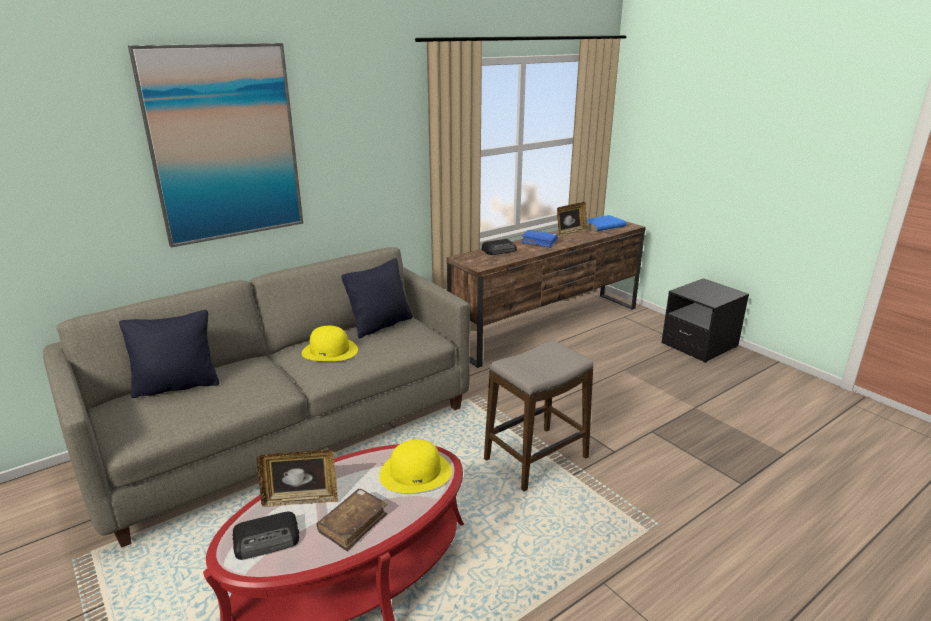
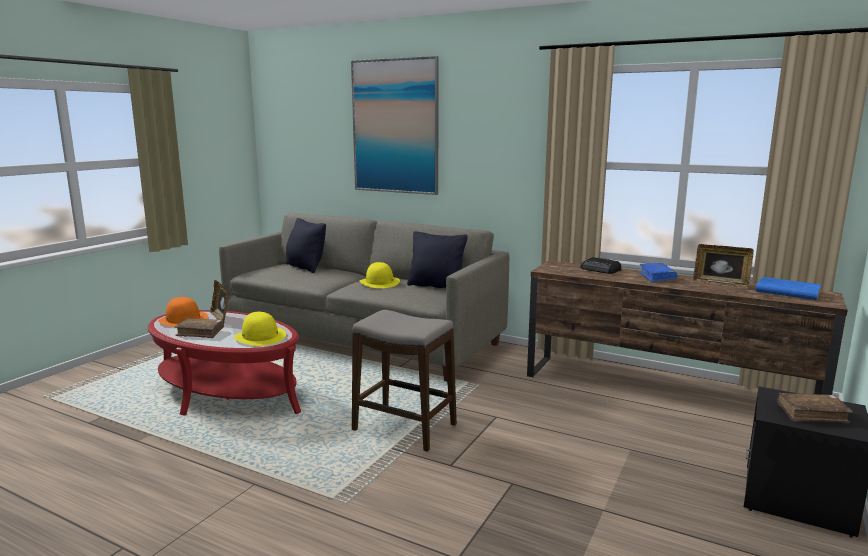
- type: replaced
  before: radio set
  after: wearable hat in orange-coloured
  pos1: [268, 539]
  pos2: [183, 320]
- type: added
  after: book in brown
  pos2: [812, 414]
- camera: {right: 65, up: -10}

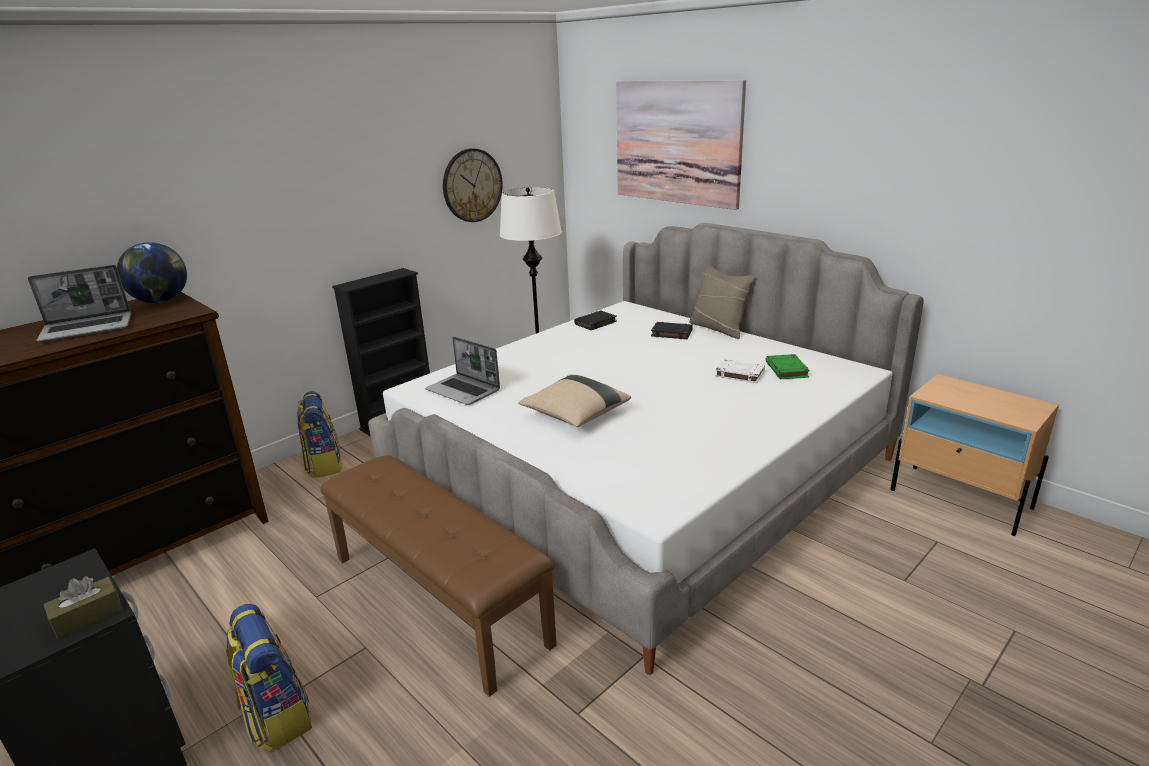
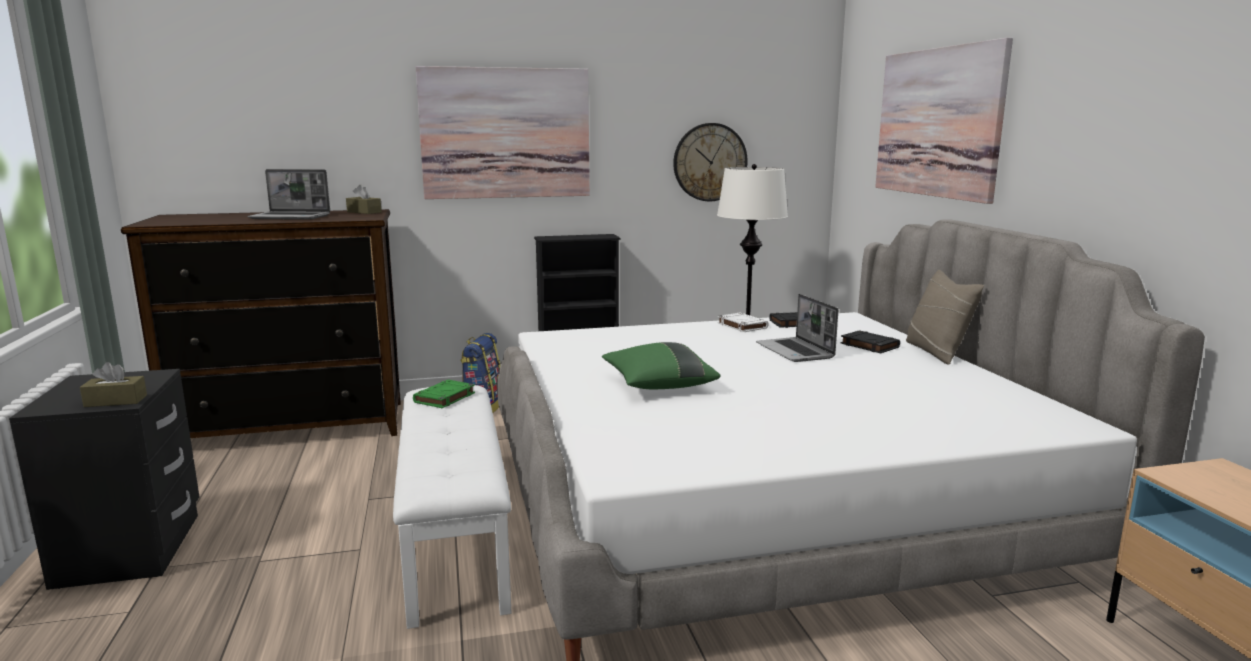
- type: replaced
  before: globe
  after: tissue box in brown
  pos1: [161, 301]
  pos2: [364, 212]
- type: removed
  before: knapsack
  pos1: [276, 716]
- type: recoloured
  before: bench in brown
  after: bench in white-coloured
  pos1: [439, 598]
  pos2: [456, 536]
- type: moved
  before: notebook computer
  pos1: [464, 391]
  pos2: [796, 351]
- type: recoloured
  before: pillow in beige-coloured
  after: pillow in green
  pos1: [575, 415]
  pos2: [658, 384]
- type: moved
  before: book in white-coloured
  pos1: [739, 374]
  pos2: [741, 326]
- type: moved
  before: book in green
  pos1: [787, 370]
  pos2: [444, 398]
- type: added
  after: wall art
  pos2: [506, 133]
- camera: {right: 30, up: -10}

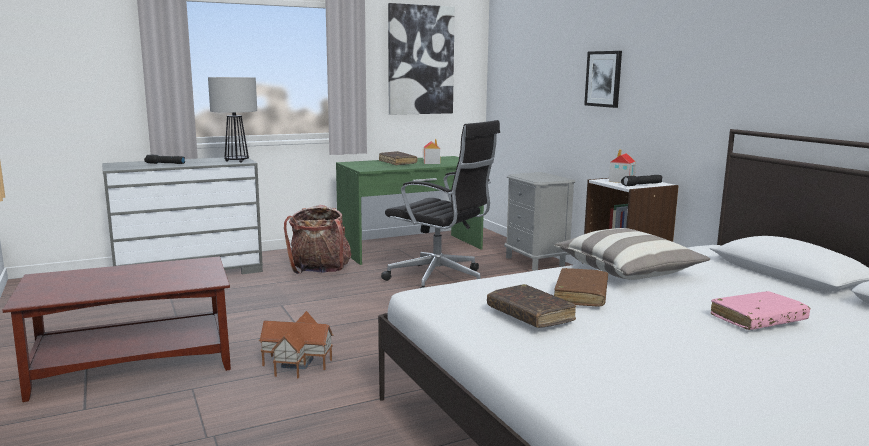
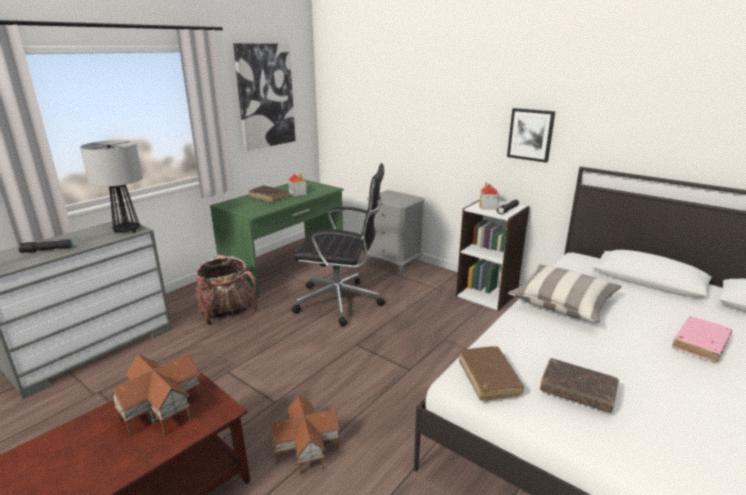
- type: moved
  before: book in brown
  pos1: [581, 295]
  pos2: [489, 378]
- type: moved
  before: wall art
  pos1: [604, 79]
  pos2: [530, 134]
- type: added
  after: model house
  pos2: [163, 409]
- camera: {right: -25, up: 10}

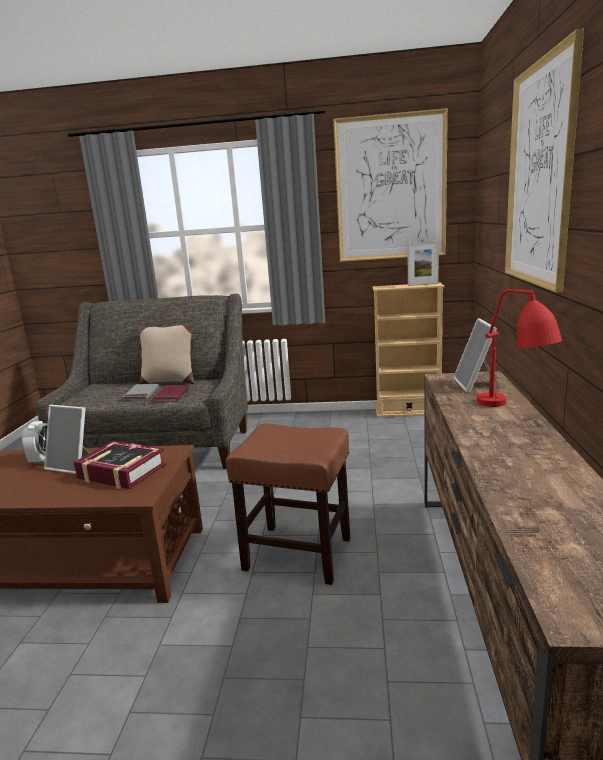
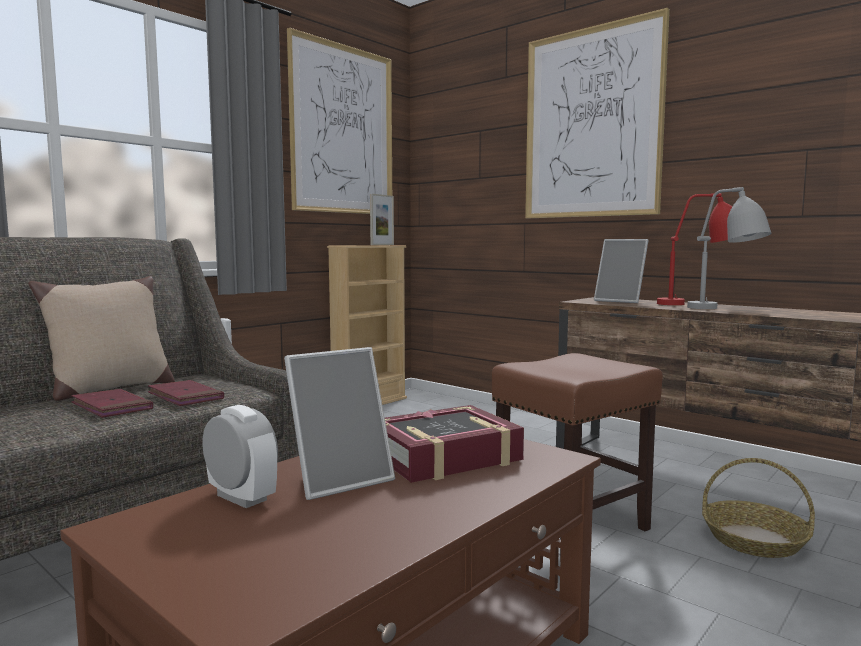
- type: recoloured
  before: book in gray
  after: book in red-coloured
  pos1: [141, 394]
  pos2: [112, 407]
- type: added
  after: lamp for a table in gray
  pos2: [725, 311]
- type: added
  after: basket
  pos2: [755, 540]
- camera: {right: -55, up: -10}

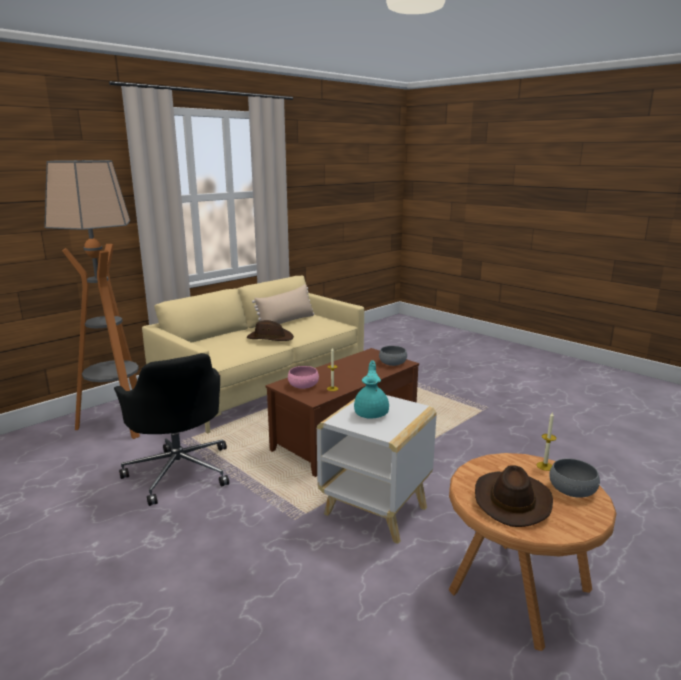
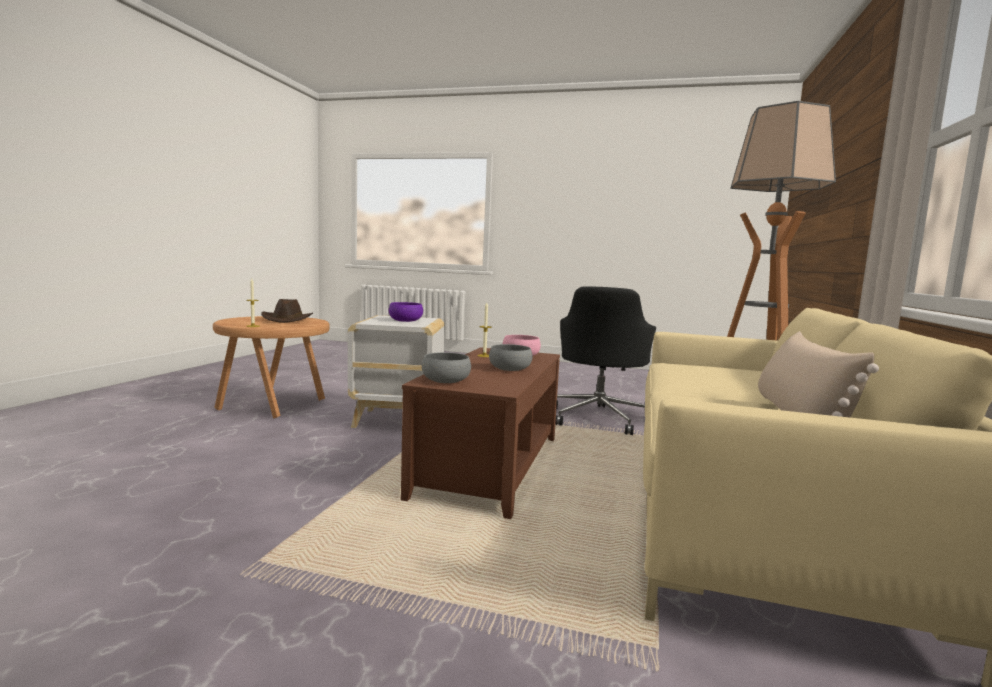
- type: turned
  before: desk chair in black-coloured
  pos1: [179, 471]
  pos2: [599, 417]
  turn: -105
- type: removed
  before: wearable hat in brown
  pos1: [270, 338]
- type: replaced
  before: pot for tea in blue-green
  after: deep dish in purplish
  pos1: [372, 413]
  pos2: [405, 320]
- type: moved
  before: deep dish in gray
  pos1: [572, 489]
  pos2: [510, 368]
- camera: {right: 150, up: -10}

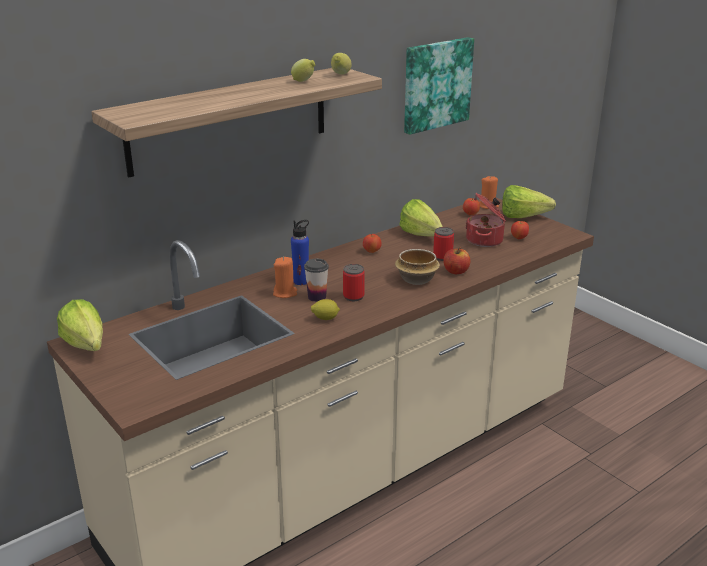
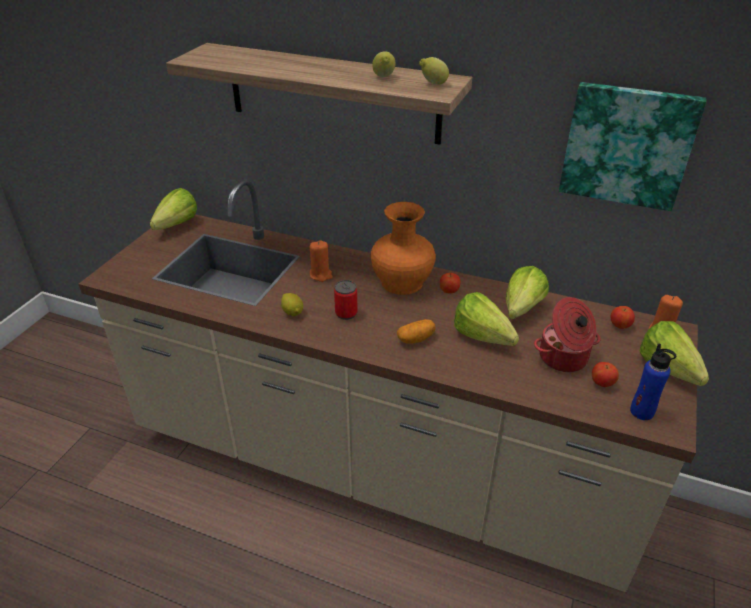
- type: moved
  before: bottle in bluish
  pos1: [301, 281]
  pos2: [642, 412]
- type: removed
  before: cup
  pos1: [317, 297]
- type: replaced
  before: deep dish
  after: spud
  pos1: [415, 279]
  pos2: [416, 339]
- type: replaced
  before: metal can
  after: head of lettuce
  pos1: [442, 257]
  pos2: [486, 340]
- type: removed
  before: whole apple
  pos1: [456, 271]
- type: added
  after: decorative vase in orange-coloured
  pos2: [403, 282]
- camera: {right: 60, up: 10}

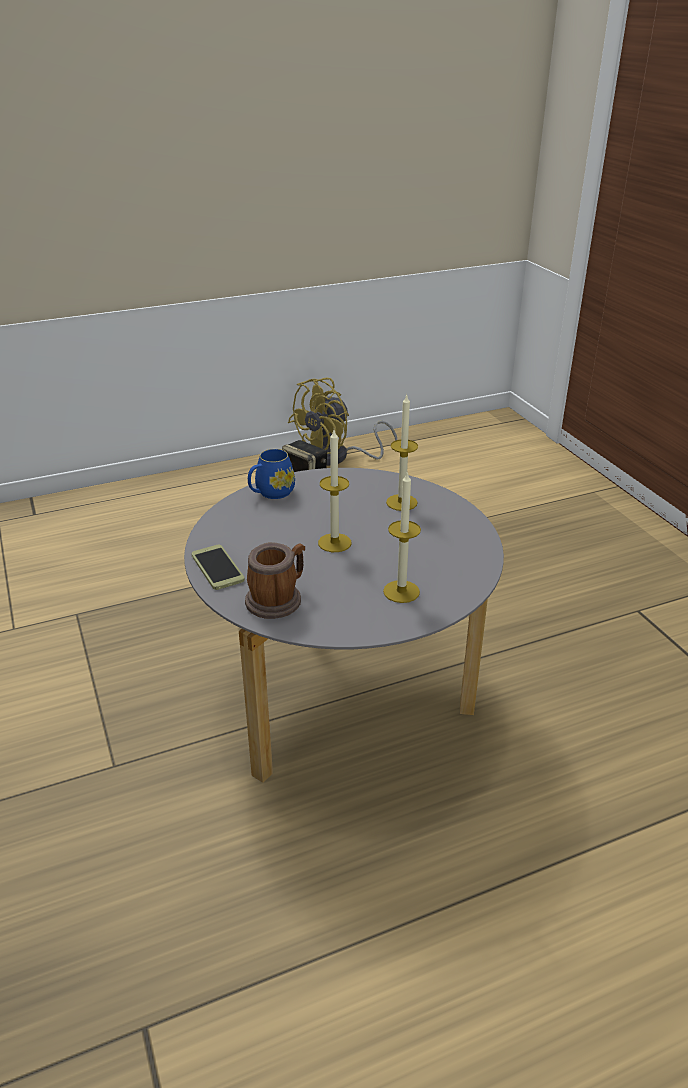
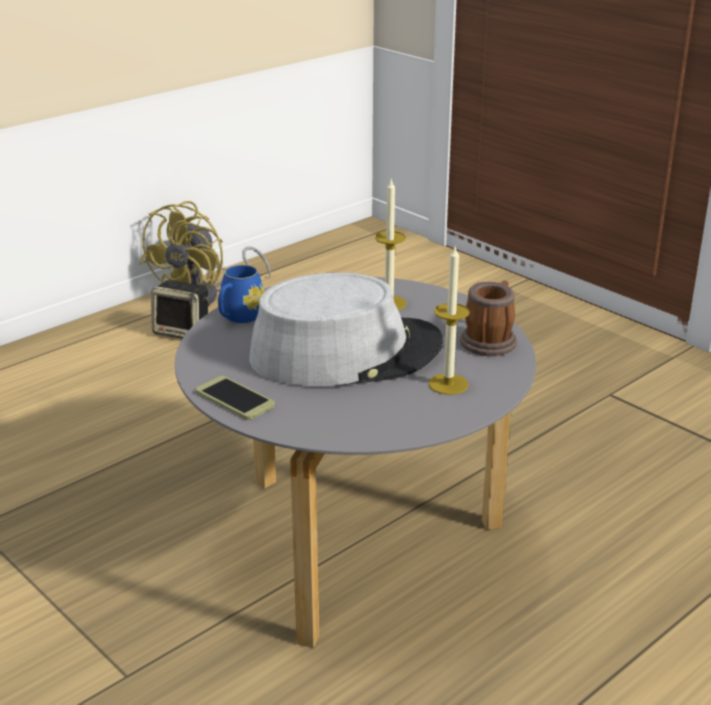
- type: moved
  before: coffee mug
  pos1: [278, 599]
  pos2: [490, 340]
- type: replaced
  before: wax candle
  after: wearable hat in gray
  pos1: [334, 543]
  pos2: [346, 352]
- camera: {right: -20, up: -5}

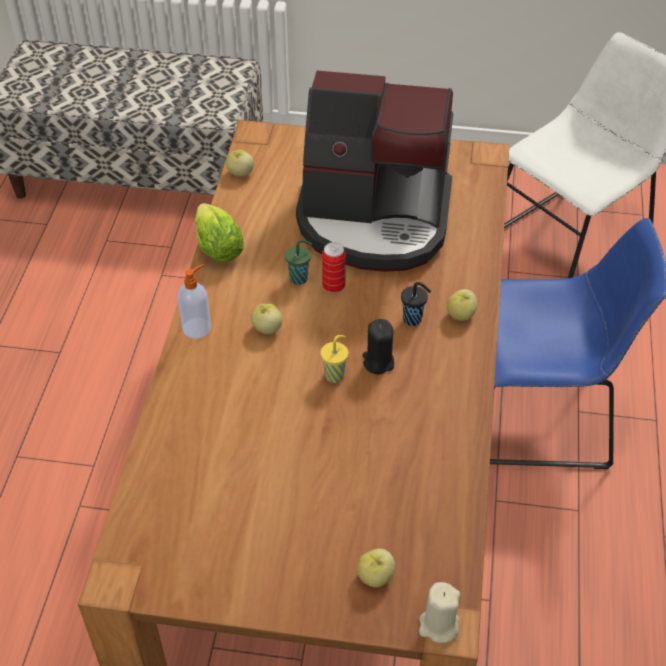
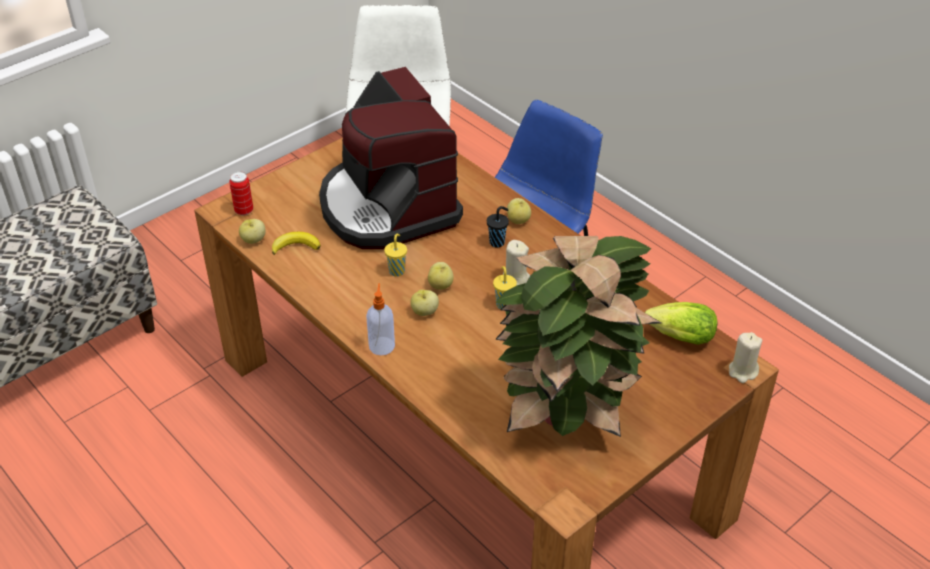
- type: moved
  before: head of lettuce
  pos1: [216, 246]
  pos2: [677, 337]
- type: recoloured
  before: cup in green
  after: cup in yellow
  pos1: [299, 278]
  pos2: [397, 270]
- type: turned
  before: coffee machine
  pos1: [374, 220]
  pos2: [387, 206]
  turn: 105
- type: moved
  before: metal can
  pos1: [333, 286]
  pos2: [244, 210]
- type: moved
  before: whole apple
  pos1: [375, 577]
  pos2: [441, 285]
- type: recoloured
  before: wax candle in black-coloured
  after: wax candle in beige-coloured
  pos1: [378, 362]
  pos2: [515, 278]
- type: added
  after: whole banana
  pos2: [296, 246]
- type: added
  after: houseplant
  pos2: [567, 414]
- camera: {right: -50, up: -5}

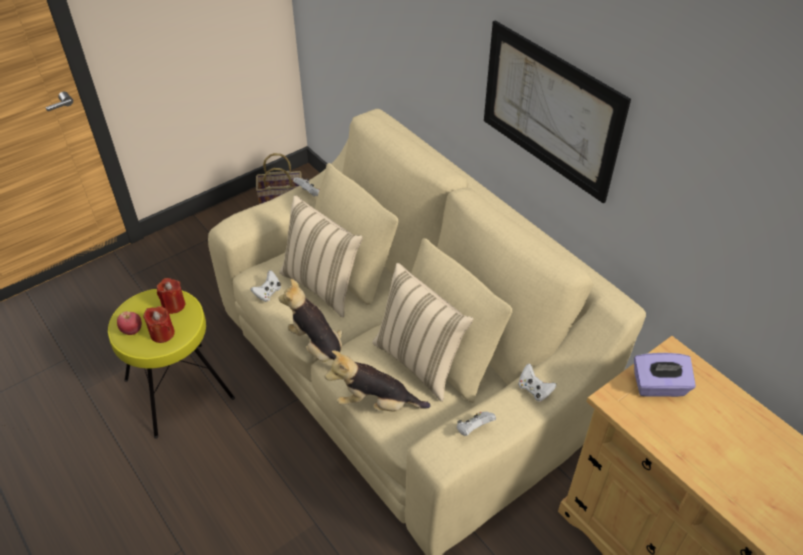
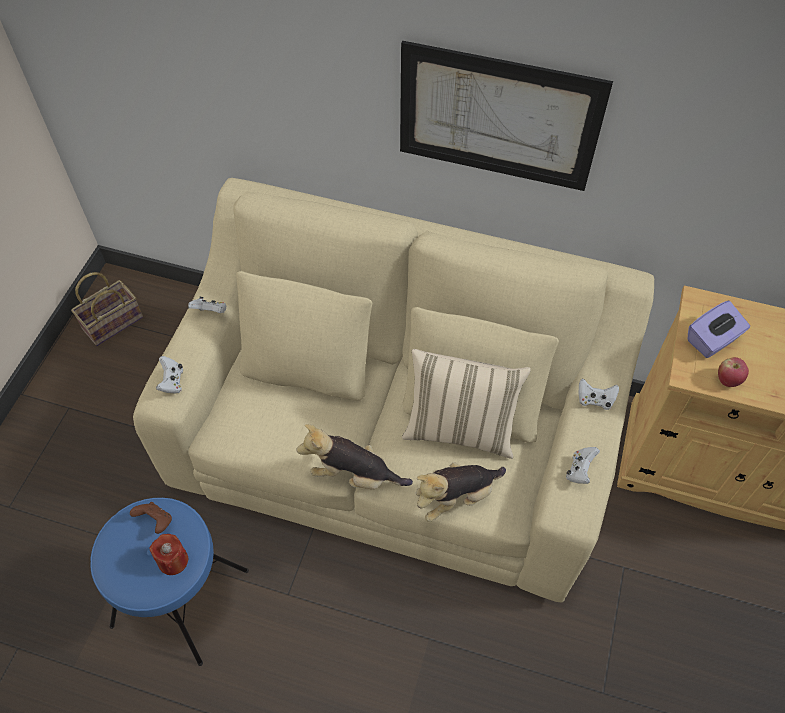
- type: recoloured
  before: sitting stool in yellow
  after: sitting stool in bluish
  pos1: [180, 389]
  pos2: [181, 597]
- type: moved
  before: whole apple
  pos1: [132, 330]
  pos2: [727, 380]
- type: replaced
  before: wax candle in red-coloured
  after: joypad in brown
  pos1: [173, 305]
  pos2: [156, 521]
- type: moved
  before: joypad in white-coloured
  pos1: [268, 293]
  pos2: [172, 382]
- type: removed
  before: pillow in beige-coloured
  pos1: [323, 285]
- camera: {right: -35, up: 10}

